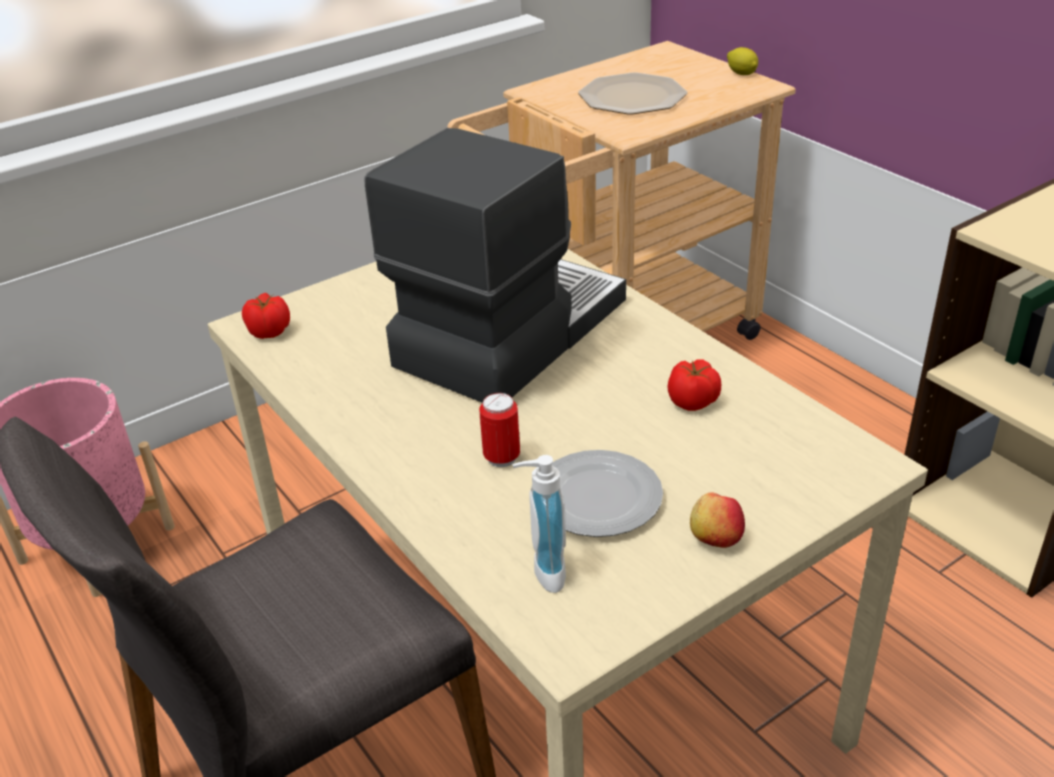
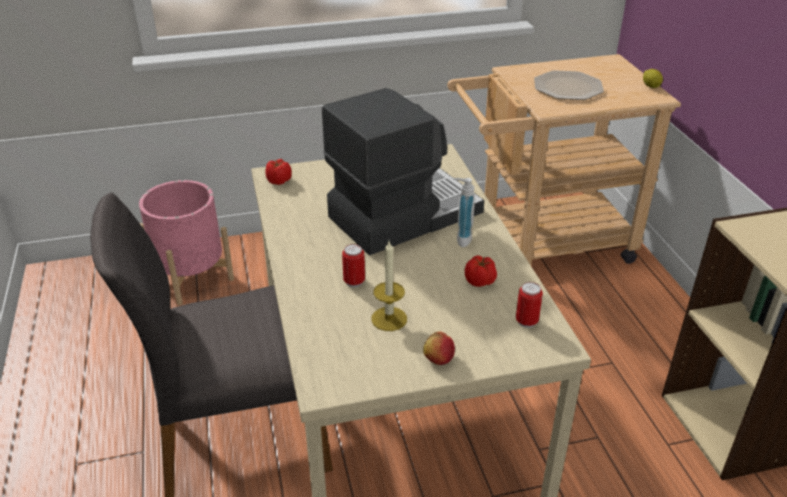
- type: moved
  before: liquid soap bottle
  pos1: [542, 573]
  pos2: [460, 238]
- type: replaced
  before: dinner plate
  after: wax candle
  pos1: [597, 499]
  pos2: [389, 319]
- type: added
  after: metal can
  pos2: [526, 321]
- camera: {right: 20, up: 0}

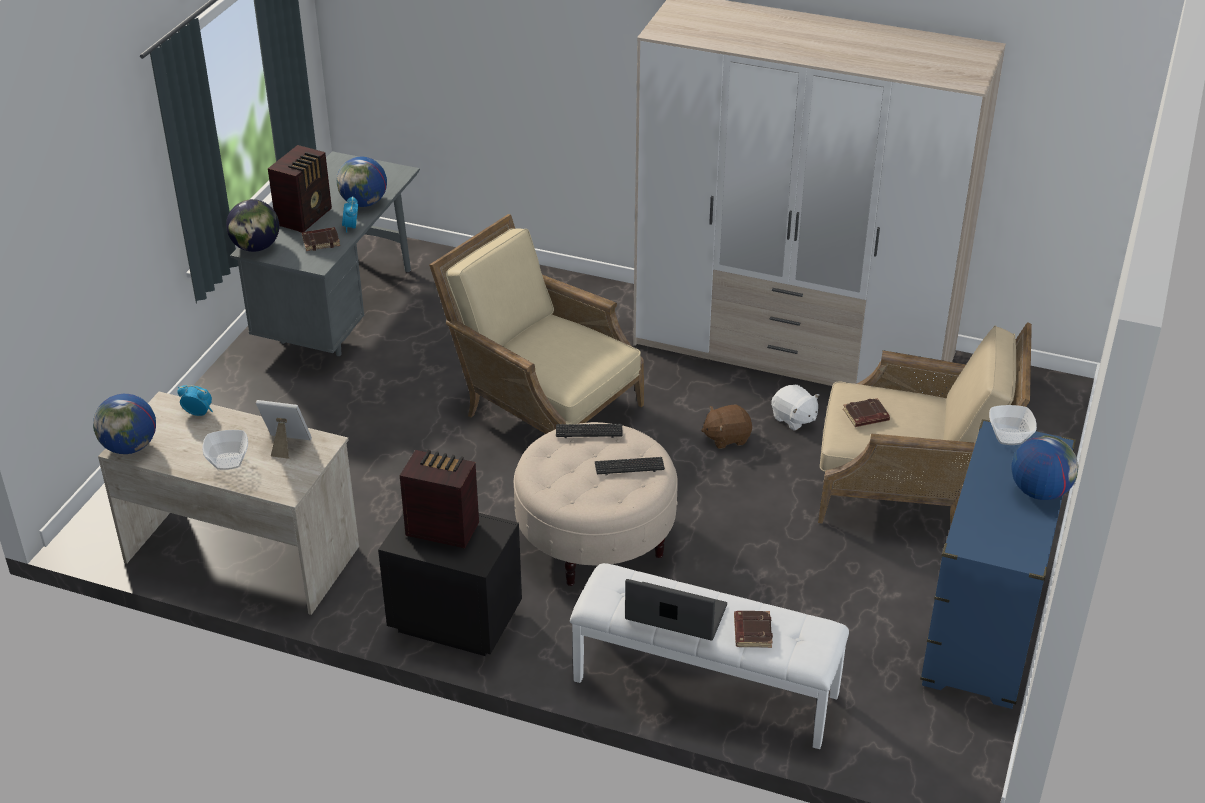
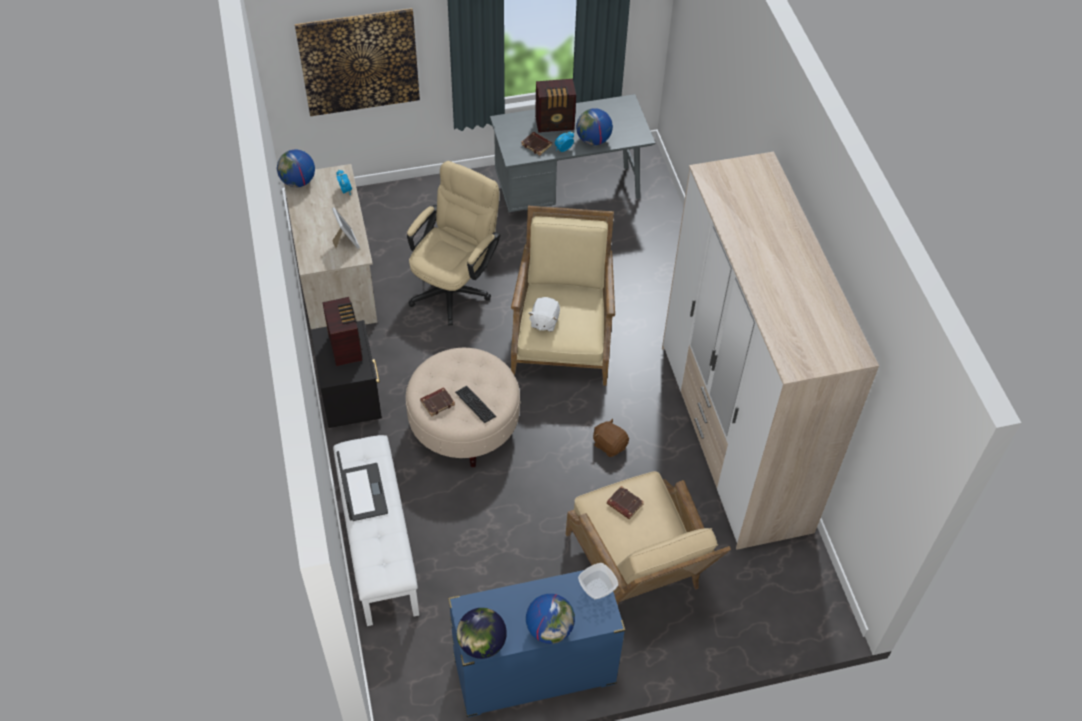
- type: removed
  before: deep dish
  pos1: [227, 461]
- type: moved
  before: globe
  pos1: [256, 247]
  pos2: [481, 643]
- type: removed
  before: keyboard
  pos1: [589, 431]
- type: moved
  before: book in brown
  pos1: [752, 632]
  pos2: [437, 402]
- type: moved
  before: soft toy in white-coloured
  pos1: [794, 419]
  pos2: [544, 321]
- type: added
  after: wall art
  pos2: [359, 62]
- type: added
  after: desk chair in beige-coloured
  pos2: [455, 286]
- camera: {right: 55, up: 15}

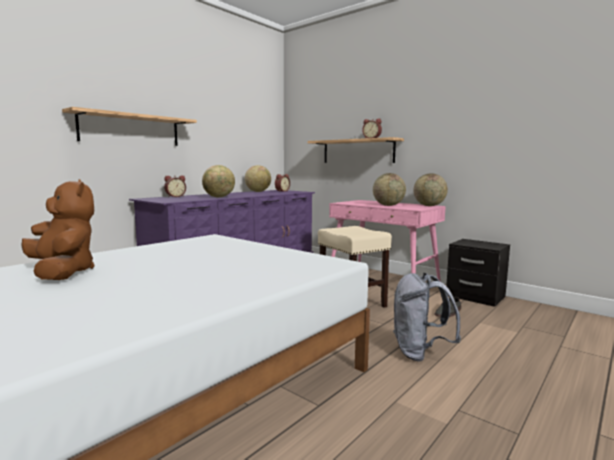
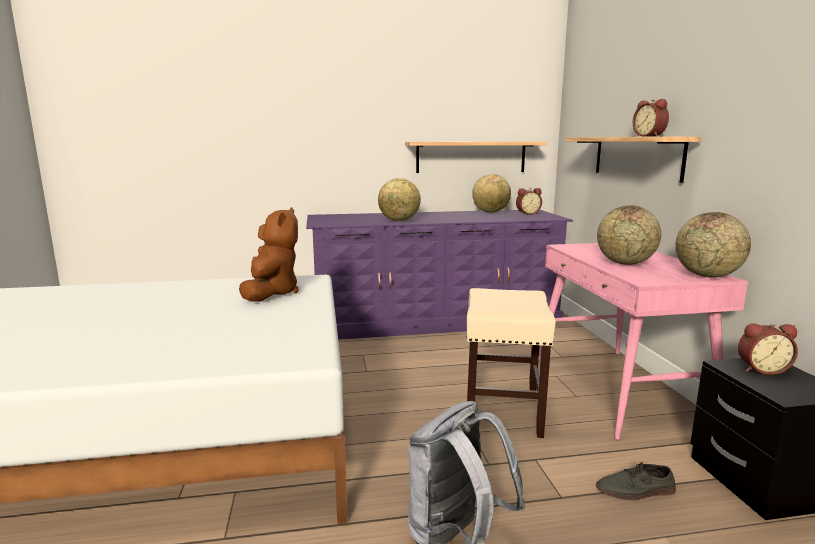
- type: moved
  before: soft toy in brown
  pos1: [62, 273]
  pos2: [271, 293]
- type: moved
  before: wall shelf
  pos1: [131, 129]
  pos2: [471, 157]
- type: moved
  before: alarm clock
  pos1: [175, 196]
  pos2: [761, 369]
- camera: {right: 40, up: 5}

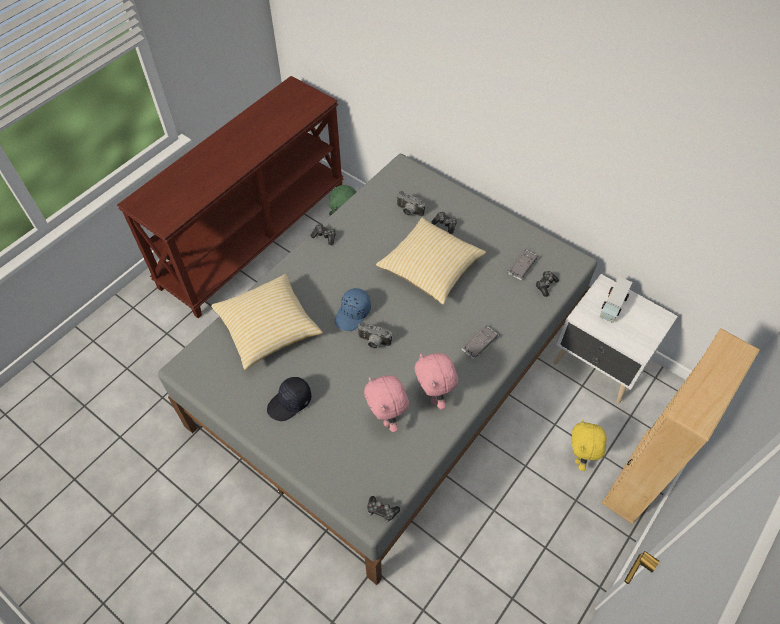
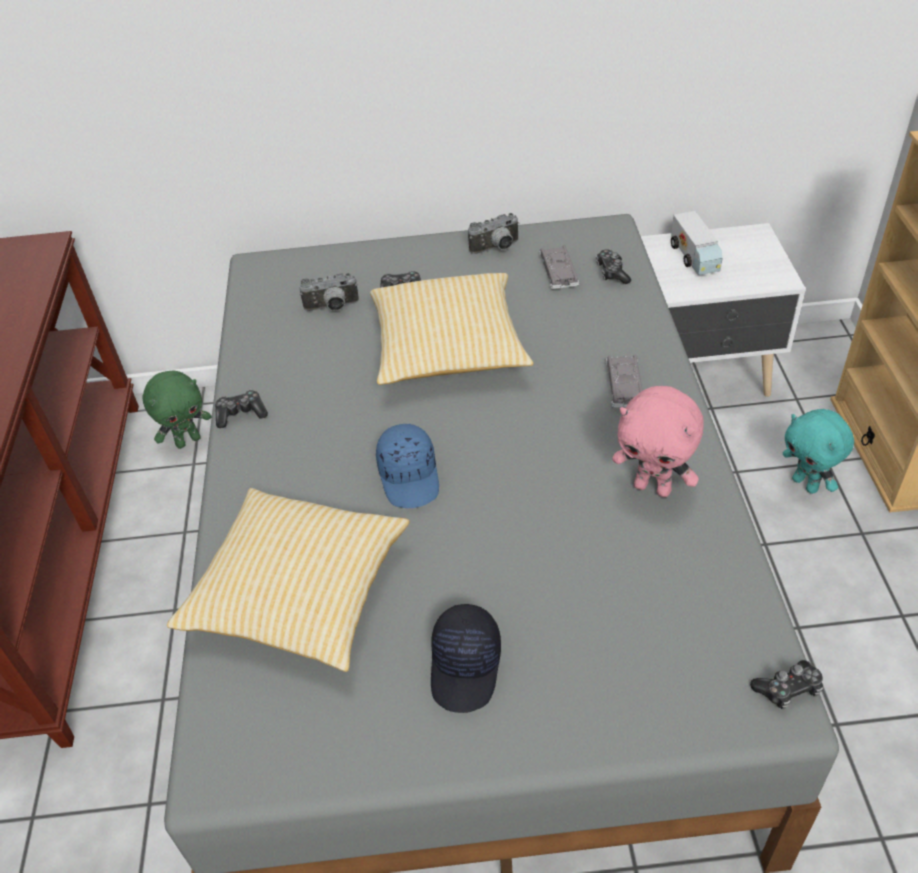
- type: moved
  before: still camera
  pos1: [373, 342]
  pos2: [496, 249]
- type: removed
  before: soft toy in pink-coloured
  pos1: [387, 418]
- type: recoloured
  before: soft toy in yellow
  after: soft toy in blue-green
  pos1: [579, 457]
  pos2: [806, 484]
- camera: {right: -40, up: -10}

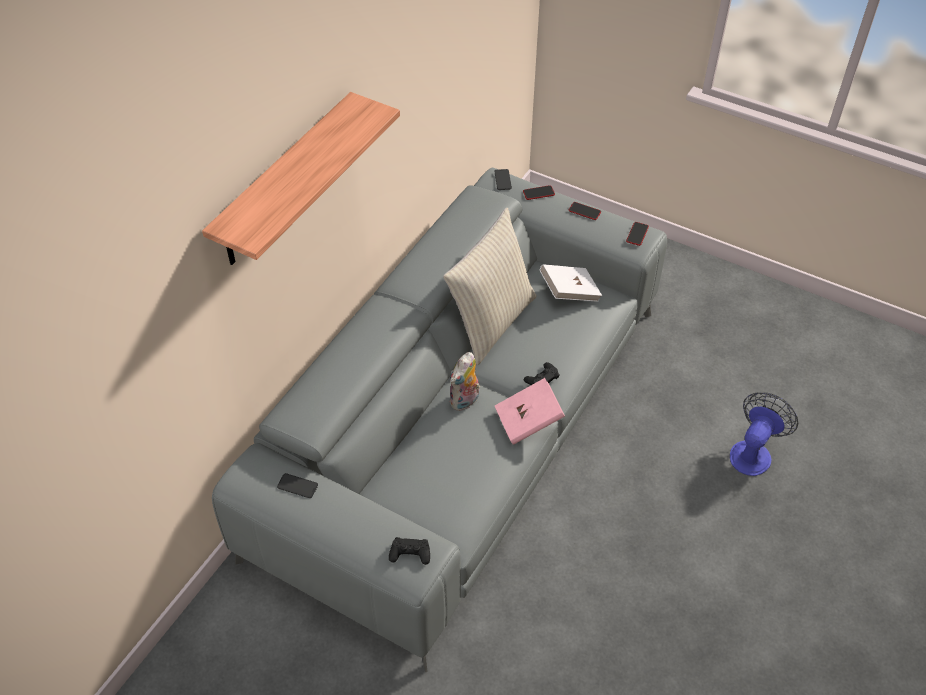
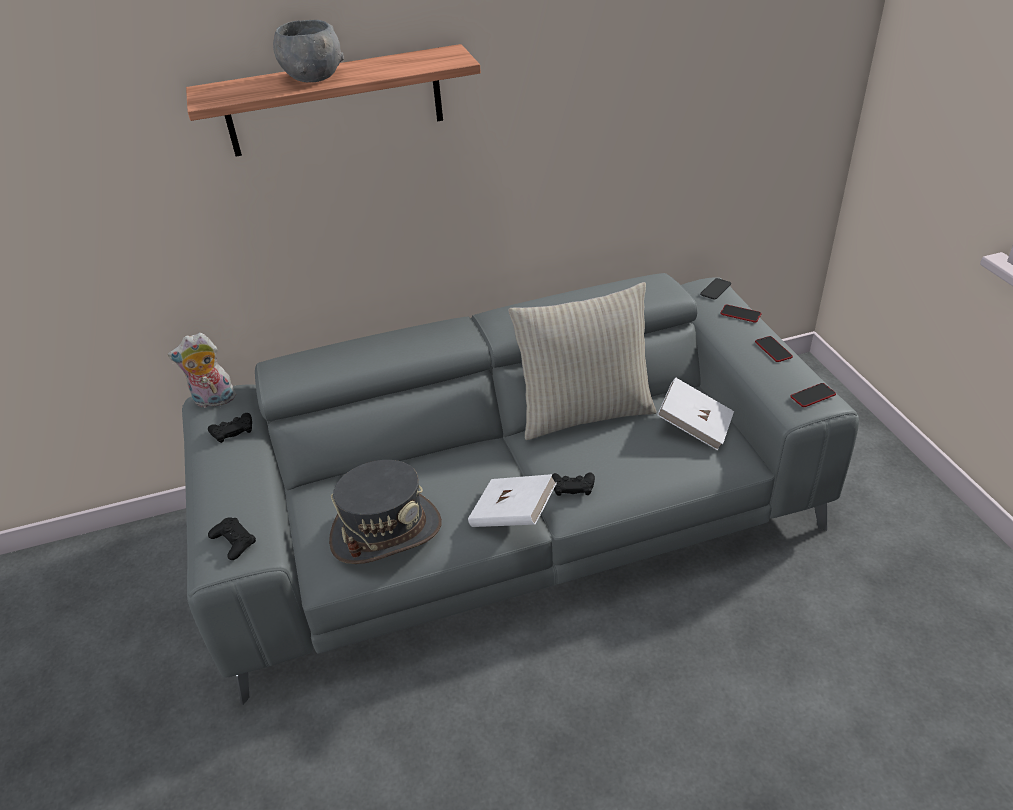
- type: replaced
  before: handset
  after: joypad in black-coloured
  pos1: [297, 486]
  pos2: [232, 430]
- type: moved
  before: soft toy
  pos1: [465, 401]
  pos2: [213, 401]
- type: recoloured
  before: book in pink-coloured
  after: book in white-coloured
  pos1: [528, 421]
  pos2: [513, 515]
- type: removed
  before: cooling fan
  pos1: [753, 452]
- type: added
  after: deep dish in gray
  pos2: [313, 77]
- type: added
  after: wearable hat in gray
  pos2: [386, 532]
- camera: {right: 45, up: -10}

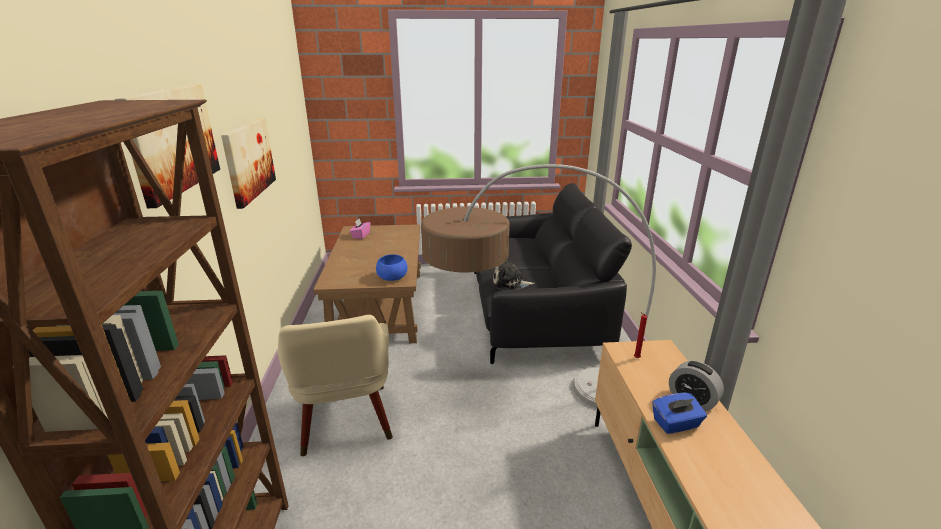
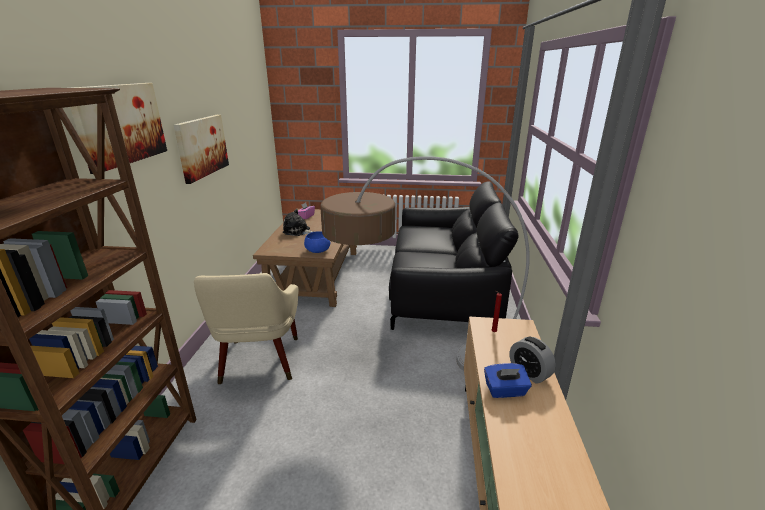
- type: moved
  before: soft toy
  pos1: [510, 283]
  pos2: [298, 231]
- camera: {right: 10, up: 0}

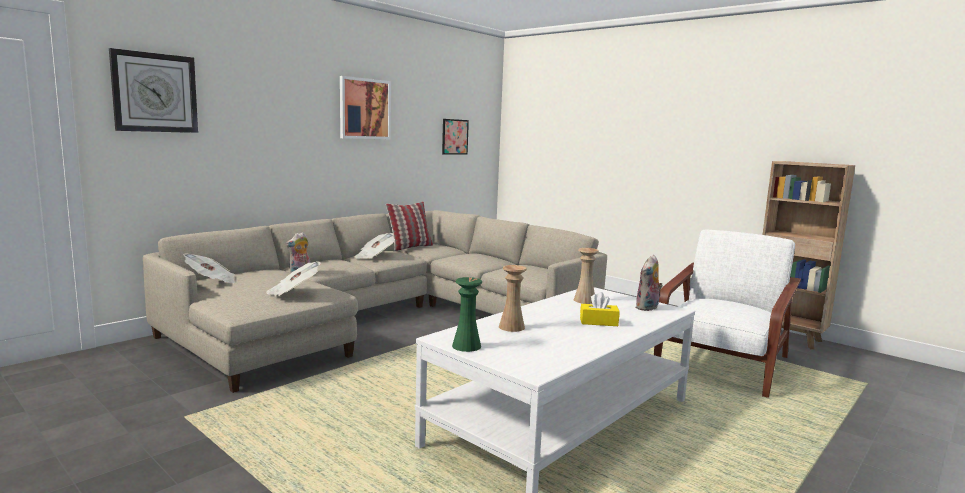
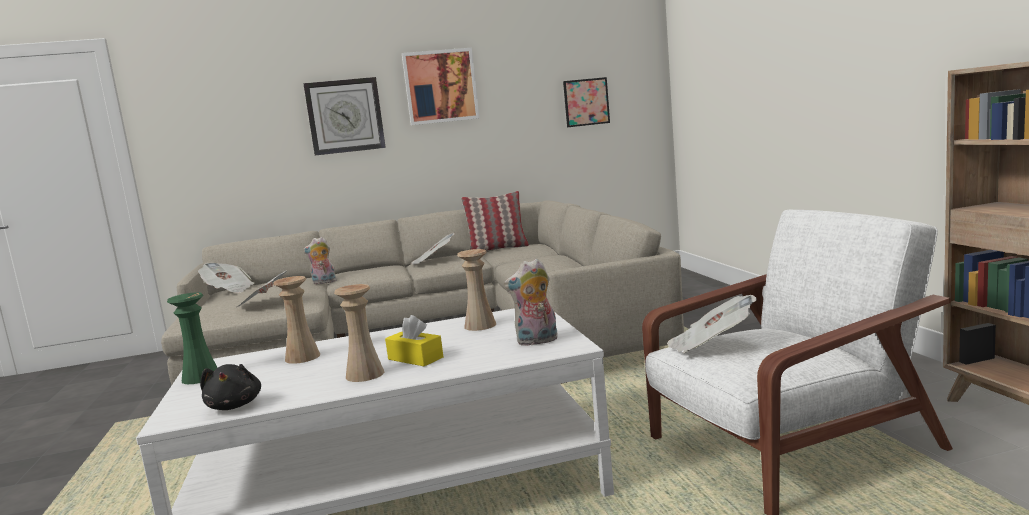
- type: moved
  before: clock on the wall
  pos1: [155, 93]
  pos2: [345, 116]
- type: added
  after: soft toy in black-coloured
  pos2: [235, 405]
- type: added
  after: decorative vase in beige-coloured
  pos2: [365, 374]
- type: added
  after: printed paper
  pos2: [710, 346]
- camera: {right: 35, up: 0}

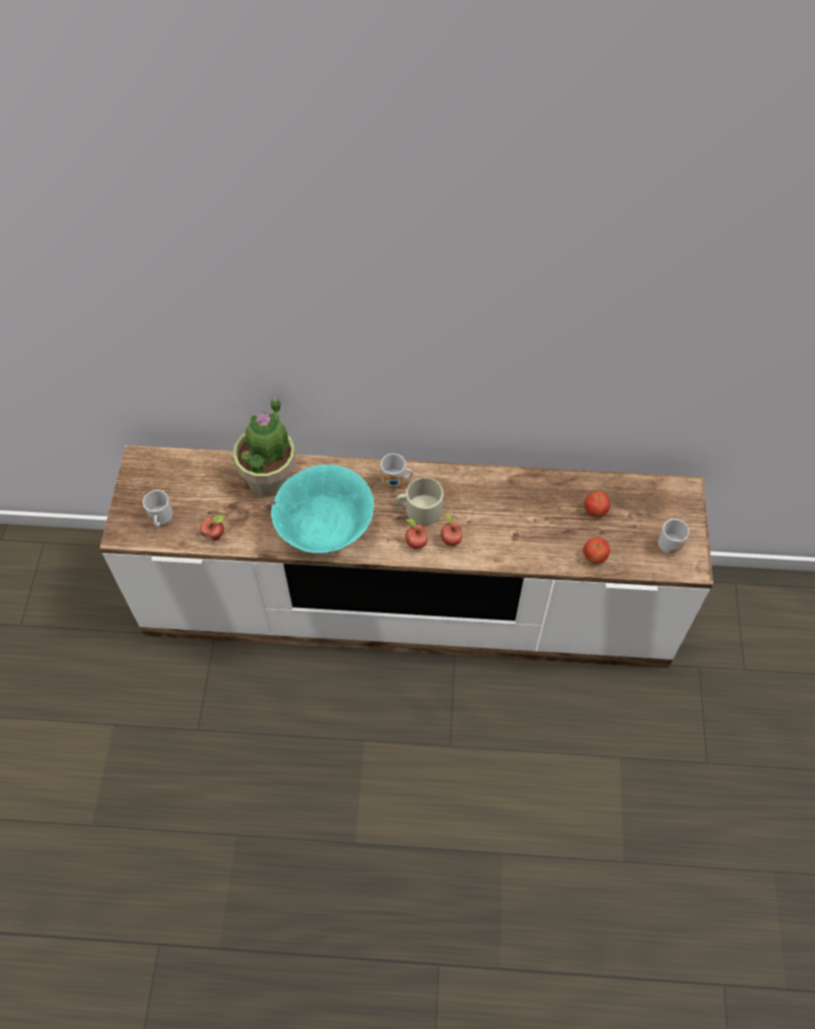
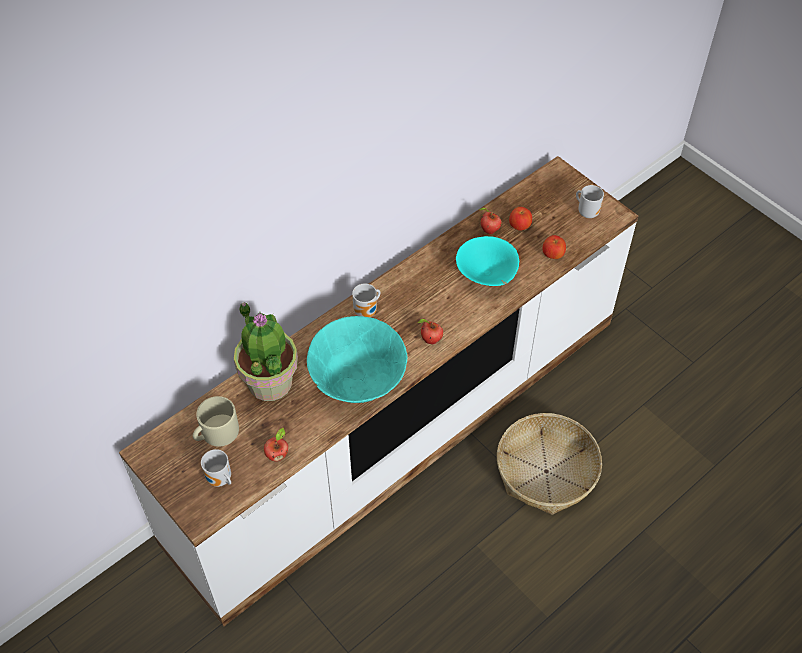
- type: moved
  before: coffee mug in beige-coloured
  pos1: [419, 509]
  pos2: [216, 433]
- type: moved
  before: whole apple
  pos1: [450, 540]
  pos2: [488, 230]
- type: added
  after: deep dish in blue-green
  pos2: [486, 276]
- type: added
  after: basket
  pos2: [545, 472]
- camera: {right: -45, up: -5}

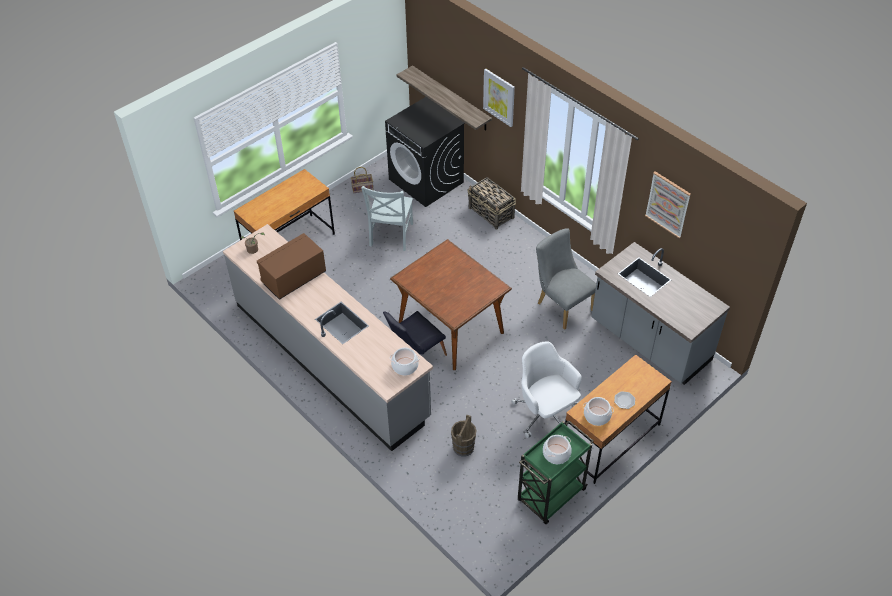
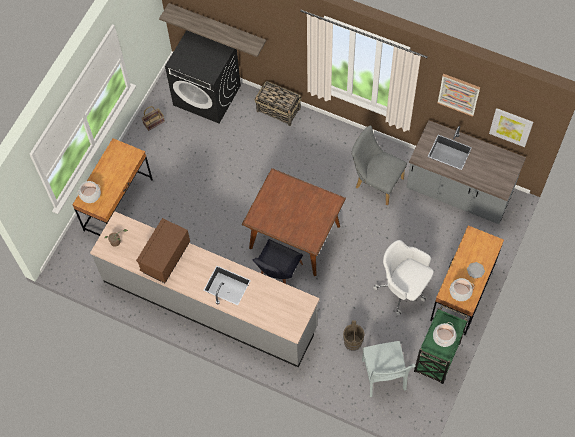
- type: moved
  before: upright chair in gray
  pos1: [390, 236]
  pos2: [383, 377]
- type: moved
  before: saucepot
  pos1: [405, 366]
  pos2: [90, 195]
- type: moved
  before: wall art
  pos1: [499, 97]
  pos2: [511, 127]
- camera: {right: -20, up: 15}

